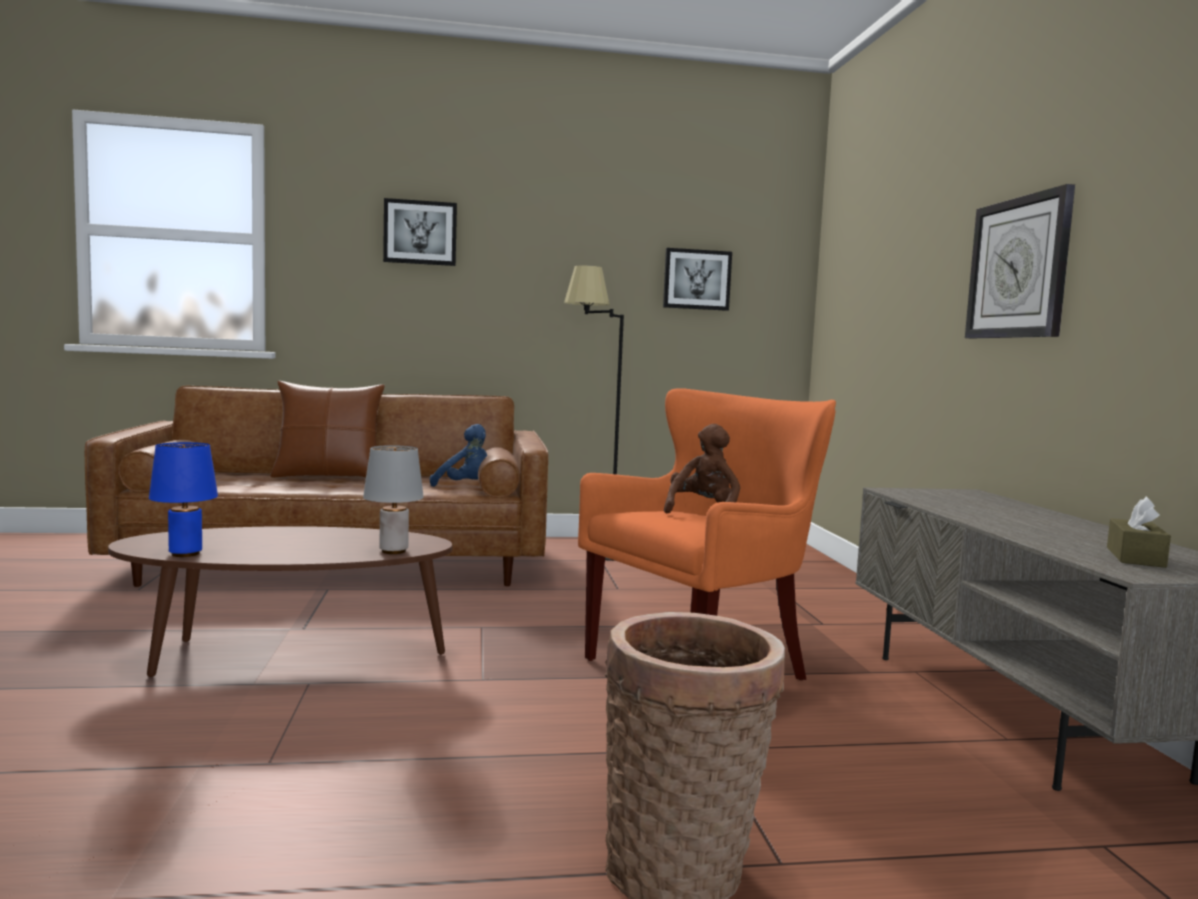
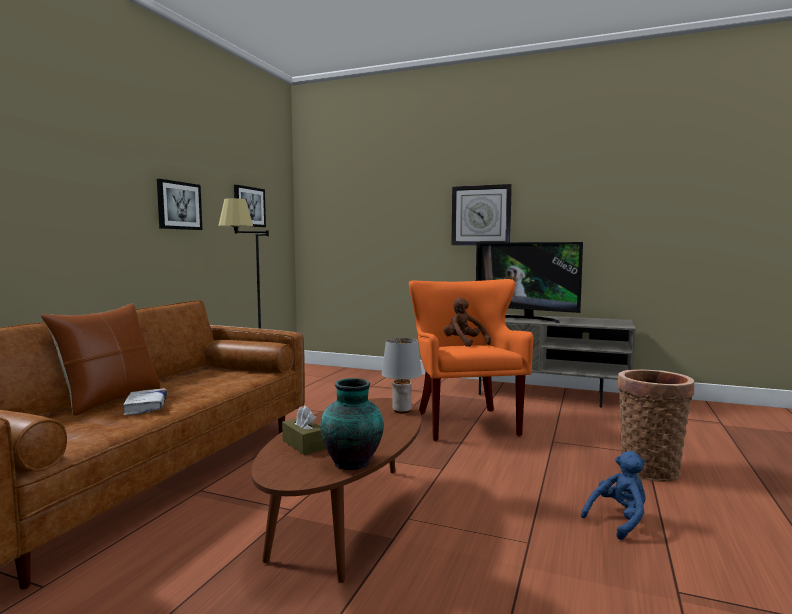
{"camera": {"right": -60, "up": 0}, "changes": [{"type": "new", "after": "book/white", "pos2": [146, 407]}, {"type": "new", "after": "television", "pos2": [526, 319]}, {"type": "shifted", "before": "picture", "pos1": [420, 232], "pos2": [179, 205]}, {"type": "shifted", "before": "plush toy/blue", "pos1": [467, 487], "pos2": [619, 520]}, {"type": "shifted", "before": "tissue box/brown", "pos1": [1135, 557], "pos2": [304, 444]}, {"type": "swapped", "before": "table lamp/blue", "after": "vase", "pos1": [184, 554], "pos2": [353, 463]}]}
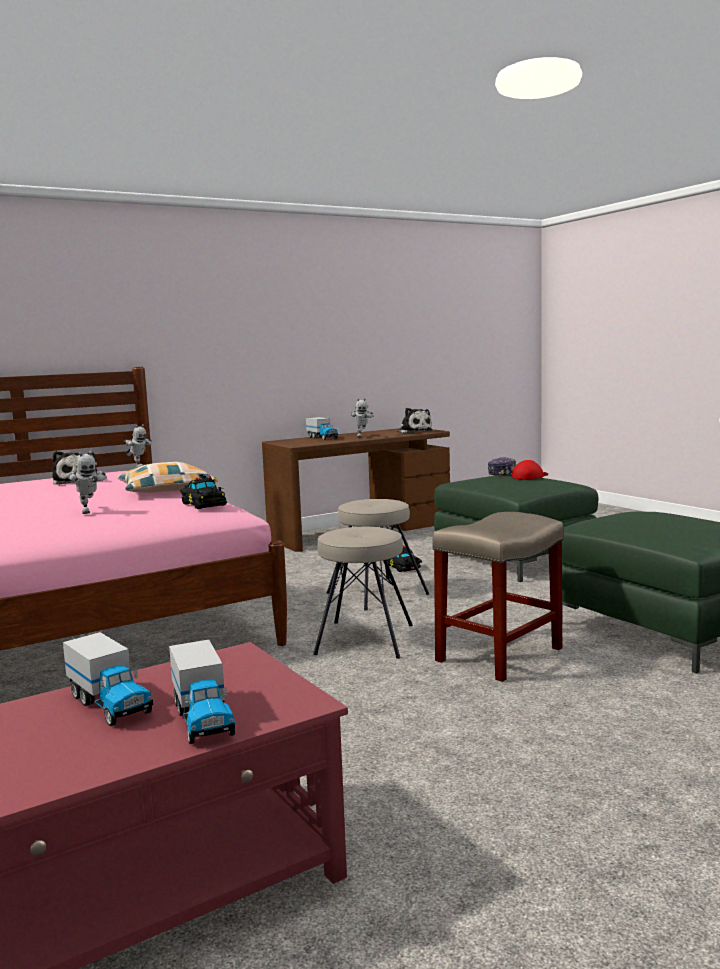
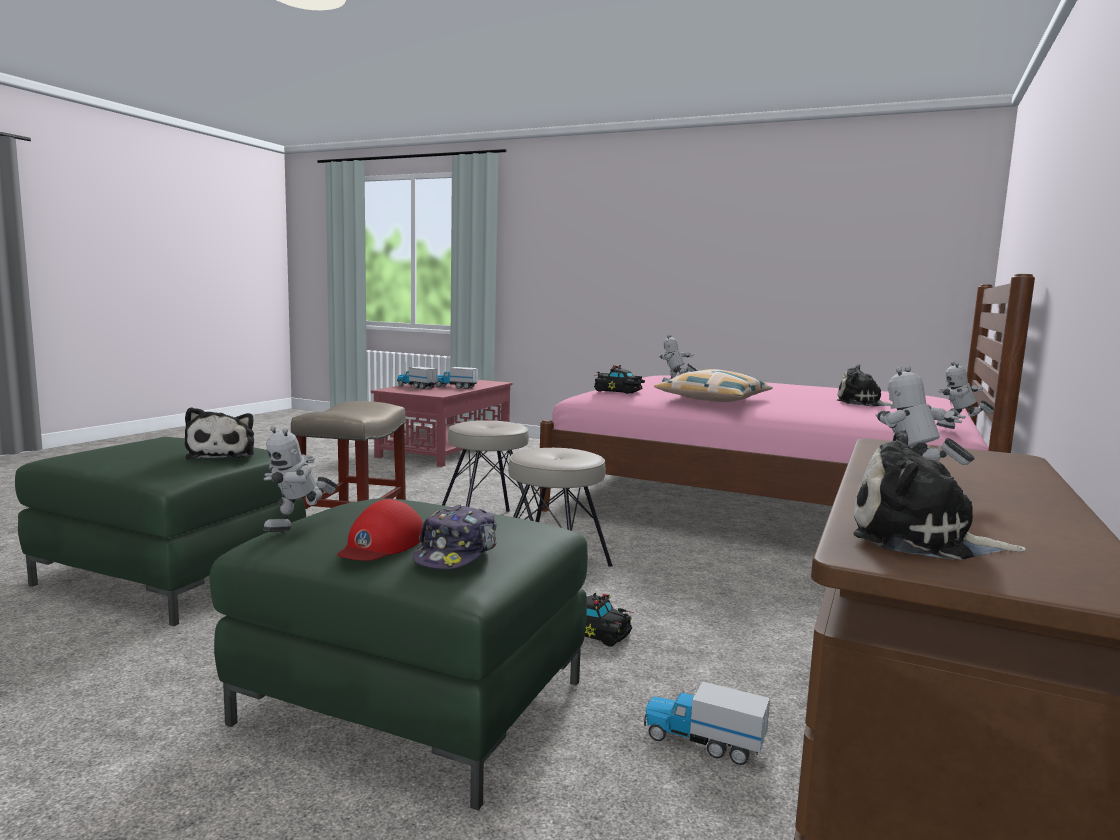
{"camera": {"right": 145, "up": 0}, "changes": [{"type": "new", "after": "plush toy", "pos2": [223, 454]}, {"type": "new", "after": "toy robot", "pos2": [299, 528]}, {"type": "shifted", "before": "toy truck", "pos1": [322, 438], "pos2": [702, 742]}]}
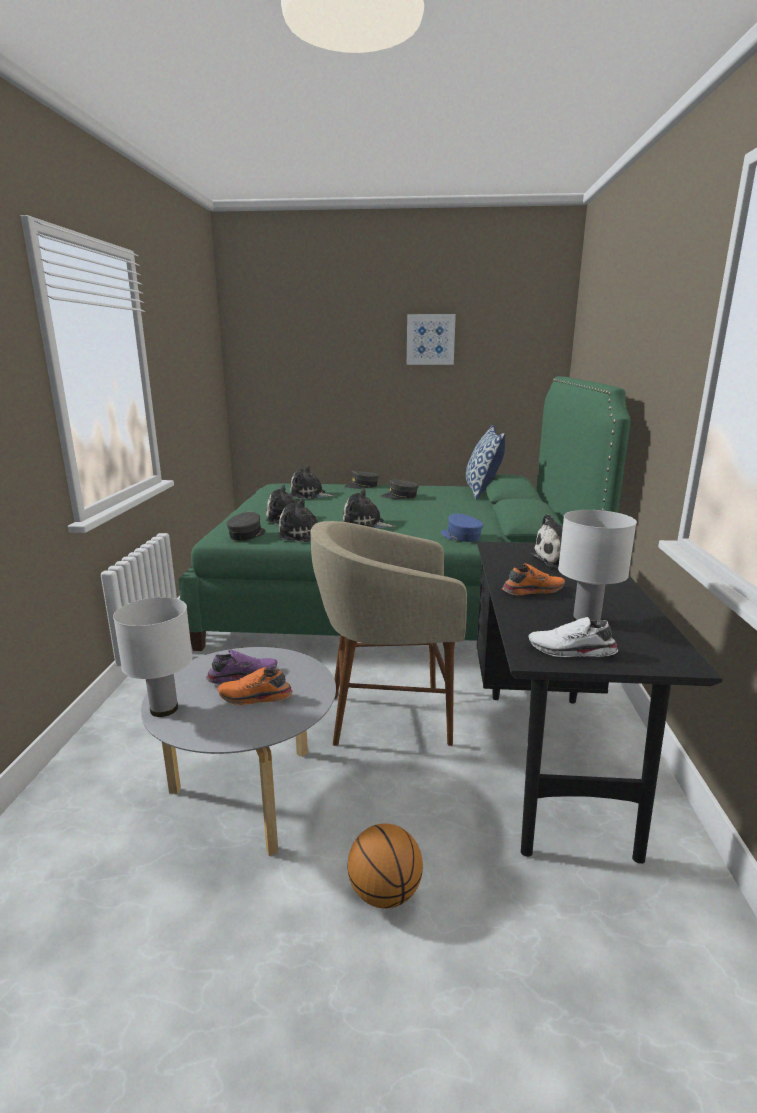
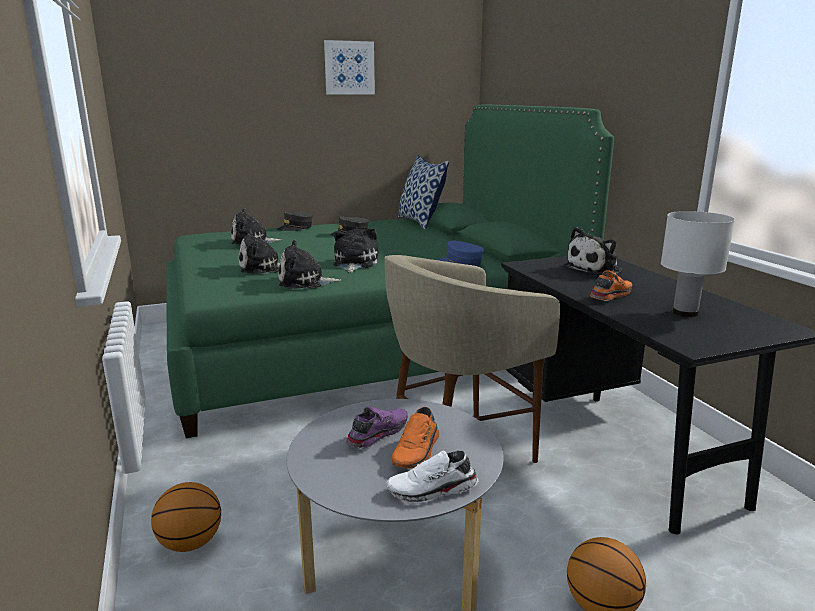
{"camera": {"right": -25, "up": 0}, "changes": [{"type": "gone", "before": "table lamp/white", "pos1": [164, 708]}, {"type": "gone", "before": "cap/grey", "pos1": [247, 535]}, {"type": "new", "after": "basketball", "pos2": [190, 543]}, {"type": "shifted", "before": "shoe/white", "pos1": [571, 651], "pos2": [432, 491]}, {"type": "rotated", "before": "shoe/orange", "pos1": [254, 698], "pos2": [417, 451], "turn": -45}, {"type": "rotated", "before": "plush toy", "pos1": [365, 525], "pos2": [354, 263], "turn": 105}]}
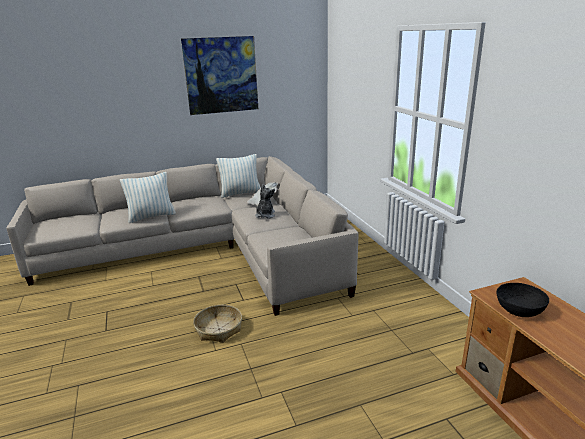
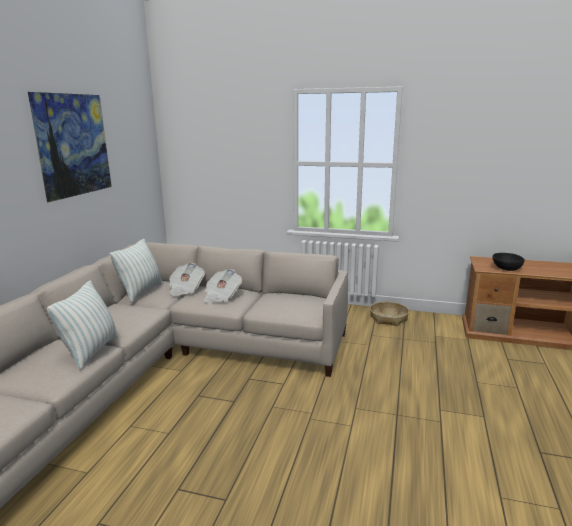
{"camera": {"right": -55, "up": -5}, "changes": [{"type": "shifted", "before": "basket", "pos1": [219, 329], "pos2": [388, 318]}, {"type": "swapped", "before": "plush toy", "after": "newspaper", "pos1": [265, 215], "pos2": [221, 296]}]}
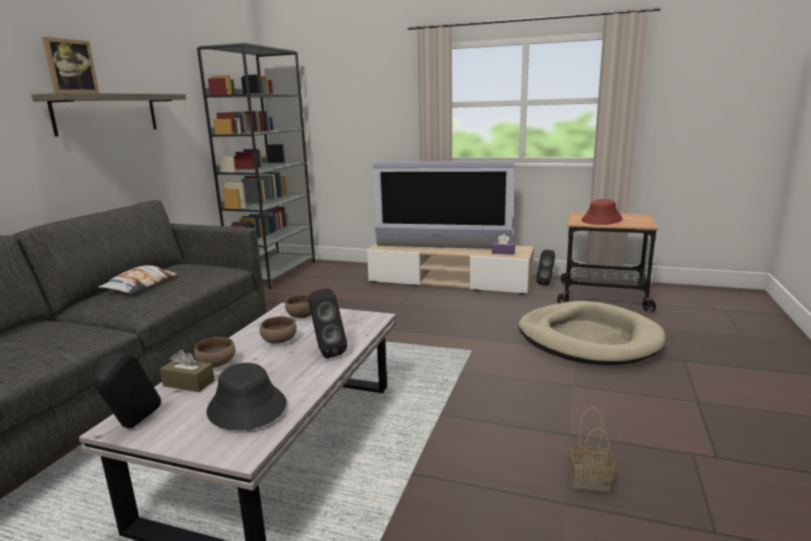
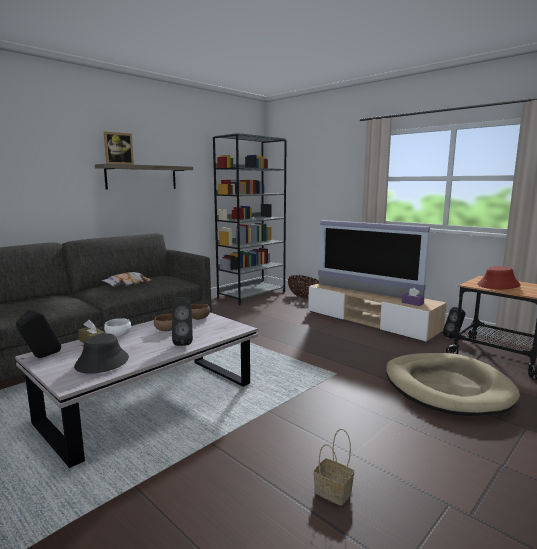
{"camera": {"right": 25, "up": -5}, "changes": [{"type": "new", "after": "basket", "pos2": [303, 297]}, {"type": "repainted", "before": "bowl/brown", "after": "bowl/white", "pos1": [217, 364], "pos2": [119, 335]}]}
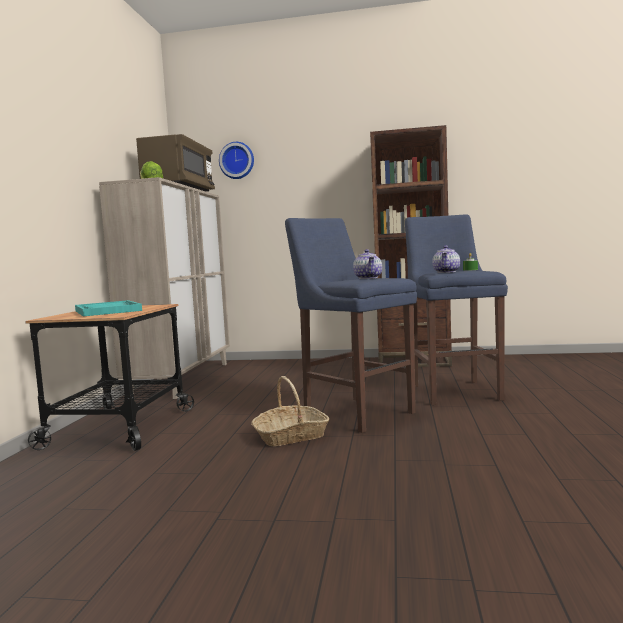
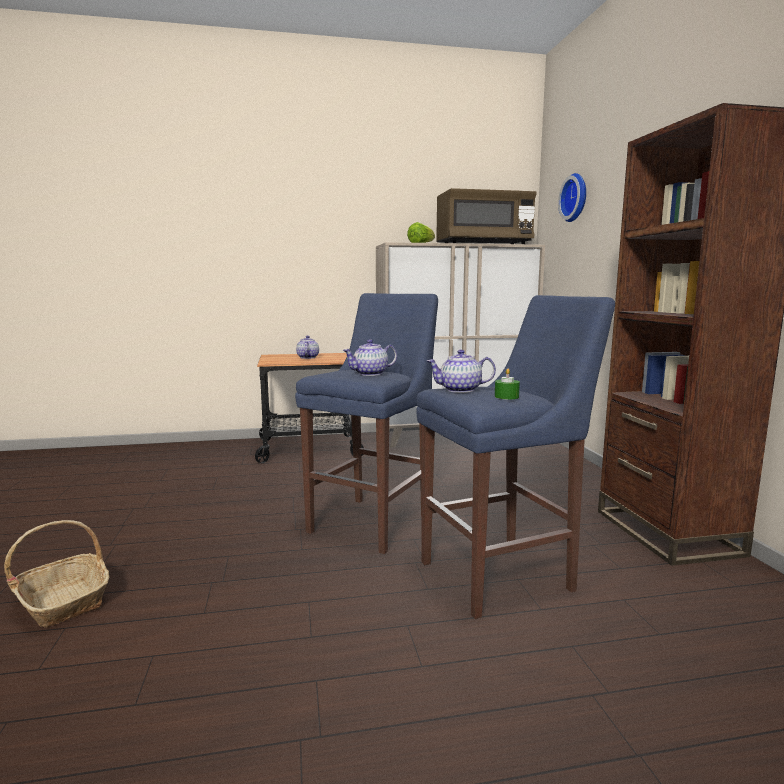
{"camera": {"right": 70, "up": 5}, "changes": [{"type": "shifted", "before": "basket", "pos1": [291, 436], "pos2": [63, 601]}, {"type": "swapped", "before": "tray/turquoise", "after": "teapot", "pos1": [108, 311], "pos2": [307, 357]}]}
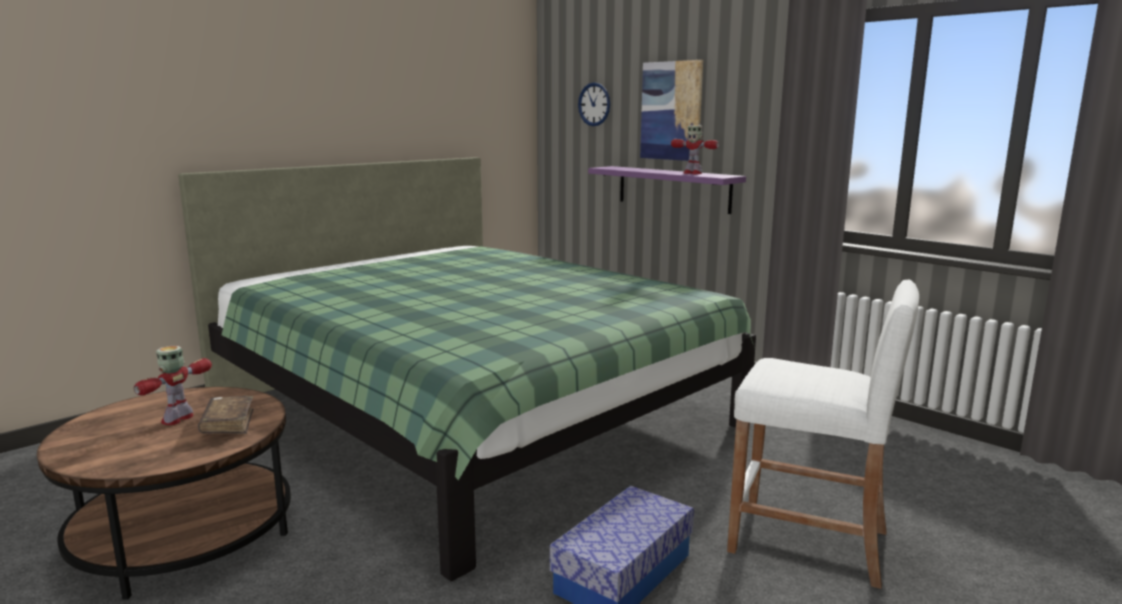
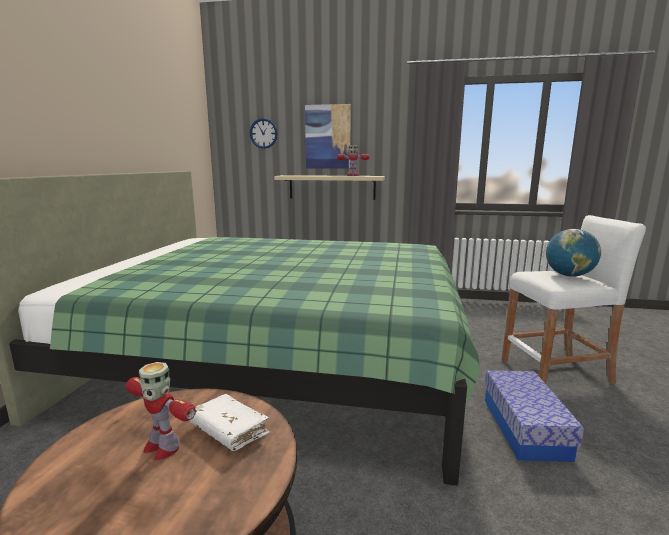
{"camera": {"right": -35, "up": 0}, "changes": [{"type": "new", "after": "globe", "pos2": [569, 276]}, {"type": "repainted", "before": "book/brown", "after": "book/white", "pos1": [228, 424], "pos2": [229, 430]}, {"type": "repainted", "before": "shelf/purple", "after": "shelf/beige", "pos1": [673, 189], "pos2": [332, 187]}, {"type": "rotated", "before": "toy robot", "pos1": [178, 419], "pos2": [162, 447], "turn": -45}]}
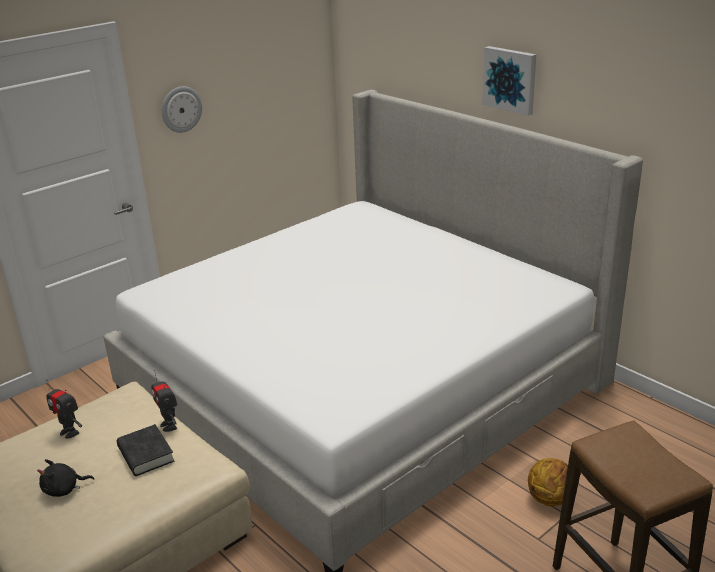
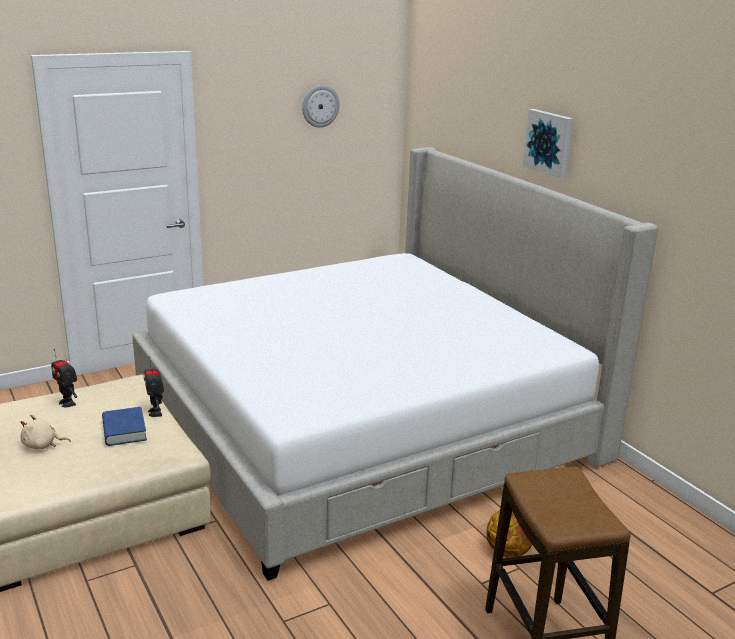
{"camera": {"right": 10, "up": -5}, "changes": [{"type": "shifted", "before": "wall clock", "pos1": [181, 109], "pos2": [320, 106]}, {"type": "repainted", "before": "plush toy/black", "after": "plush toy/beige", "pos1": [64, 489], "pos2": [42, 445]}, {"type": "repainted", "before": "book/black", "after": "book/blue", "pos1": [146, 454], "pos2": [124, 431]}]}
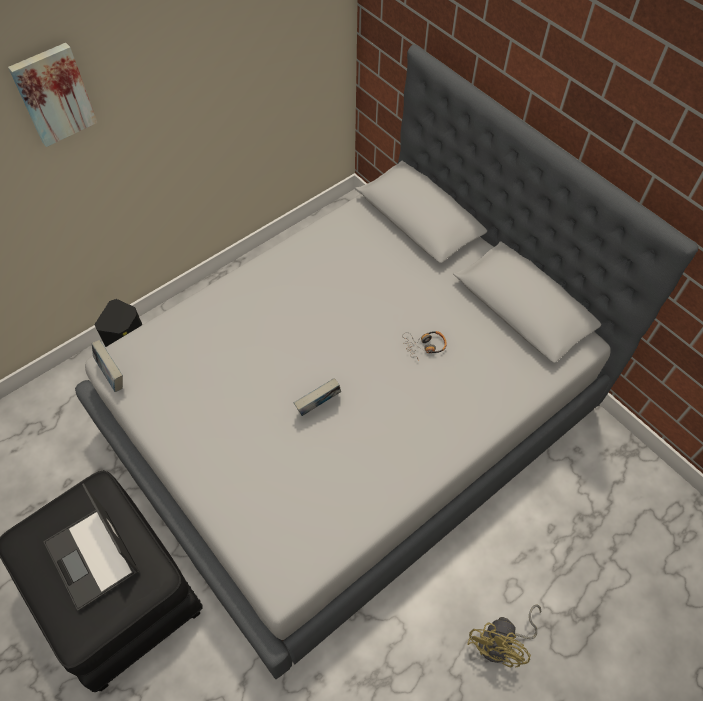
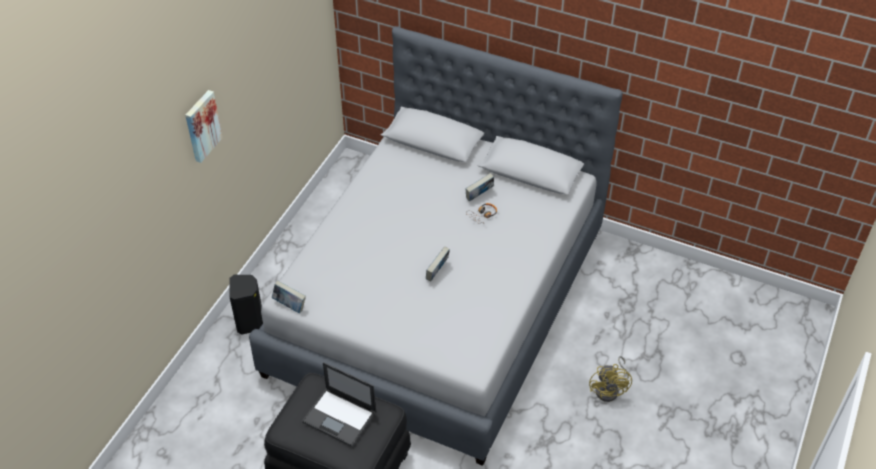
{"camera": {"right": -25, "up": -10}, "changes": [{"type": "new", "after": "book", "pos2": [479, 196]}]}
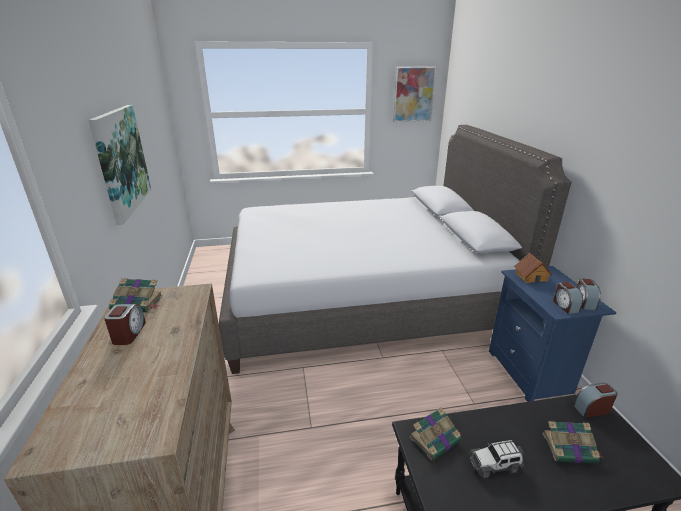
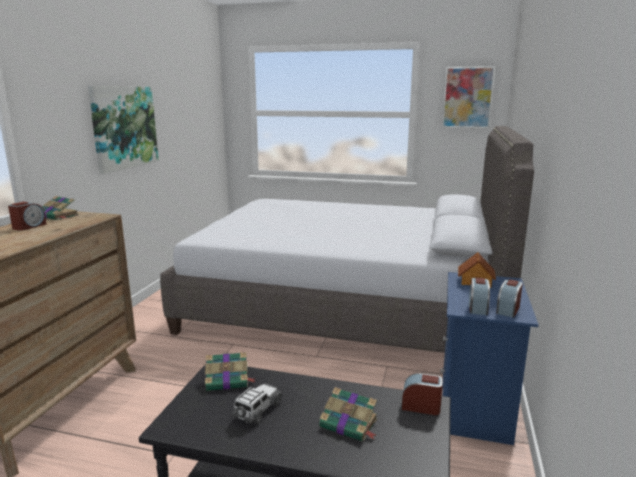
{"camera": {"right": 25, "up": -10}, "changes": [{"type": "rotated", "before": "toy car", "pos1": [495, 464], "pos2": [257, 410], "turn": 105}]}
